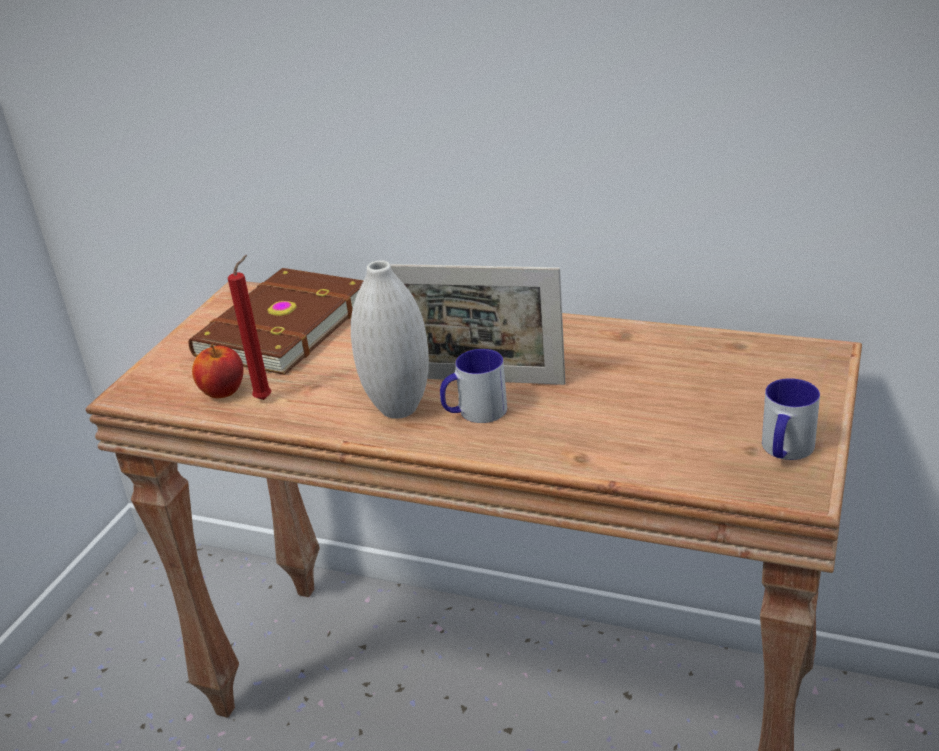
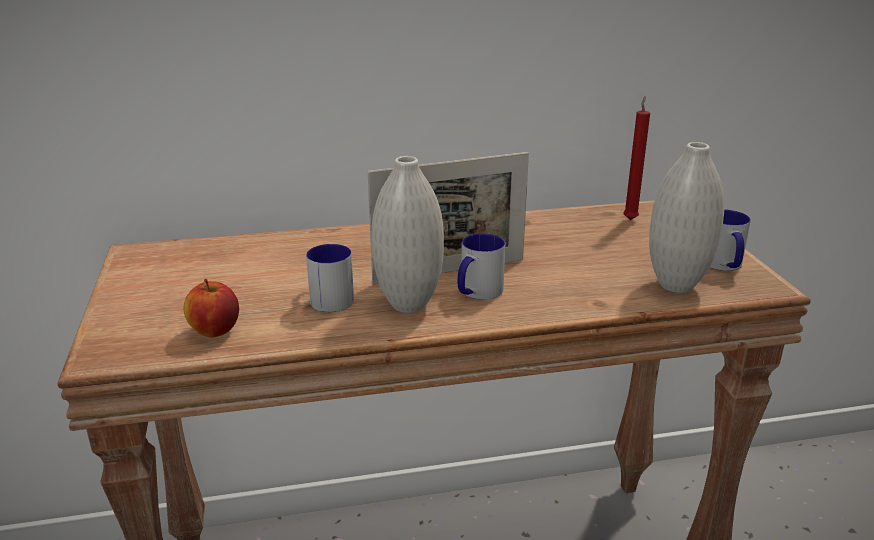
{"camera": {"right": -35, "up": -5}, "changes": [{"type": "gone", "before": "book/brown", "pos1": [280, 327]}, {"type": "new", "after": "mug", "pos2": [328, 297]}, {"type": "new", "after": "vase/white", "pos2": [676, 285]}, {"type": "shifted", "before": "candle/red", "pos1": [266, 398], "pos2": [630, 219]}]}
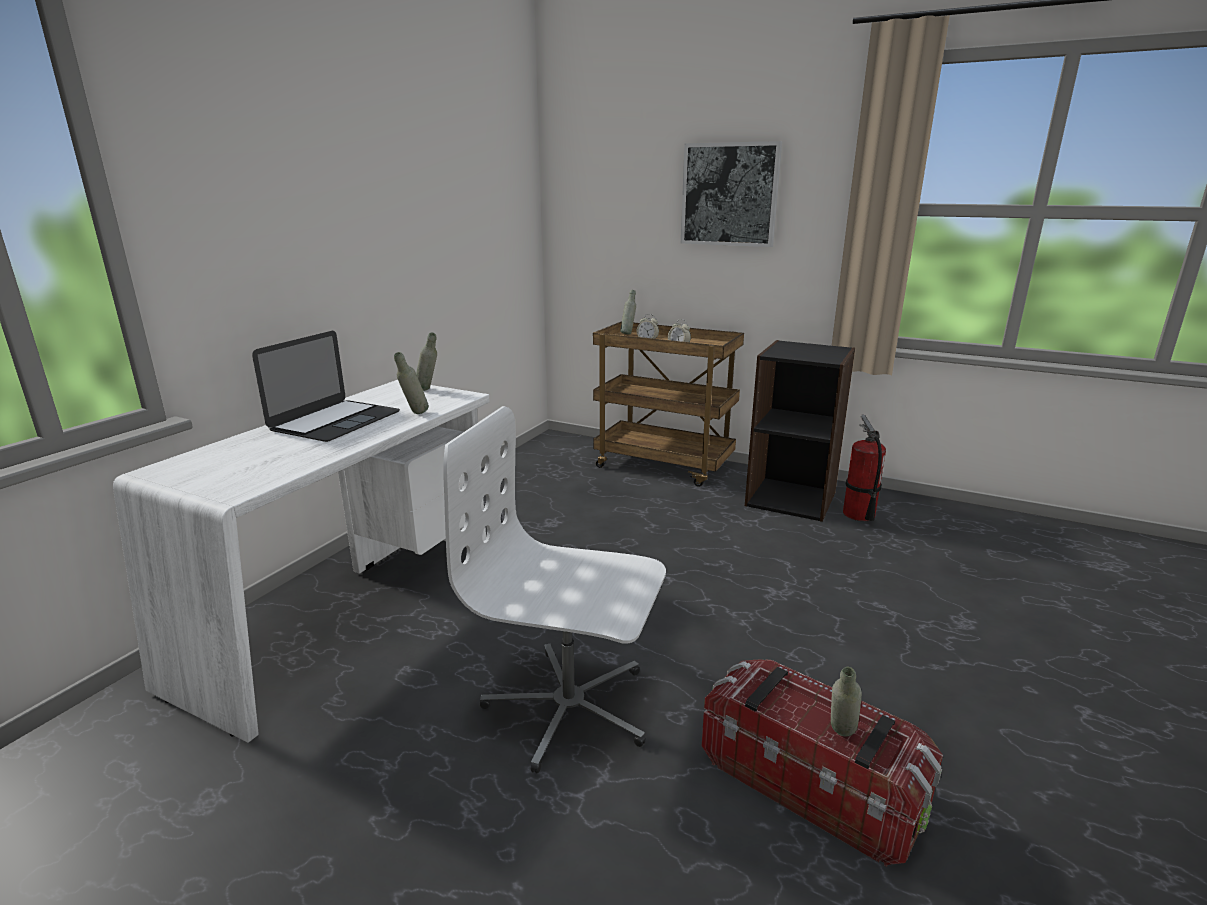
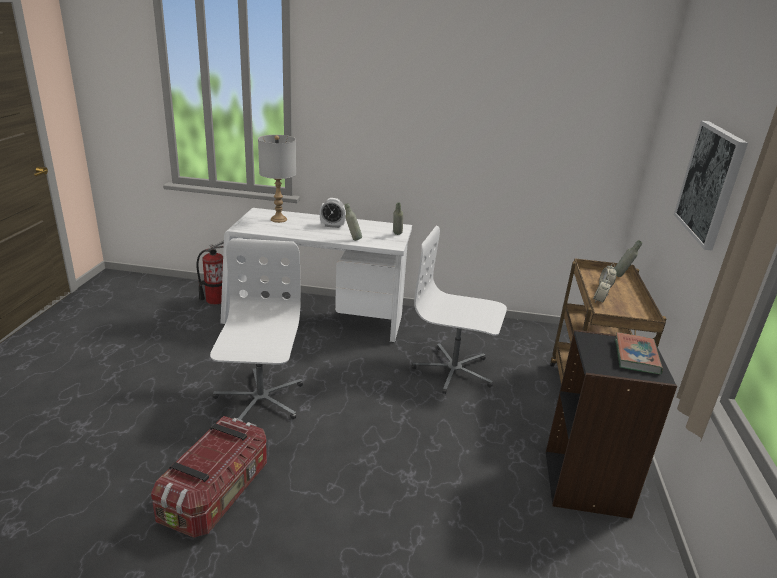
{"camera": {"right": 70, "up": 5}, "changes": [{"type": "gone", "before": "bottle/grey", "pos1": [840, 737]}, {"type": "new", "after": "table lamp/grey", "pos2": [278, 219]}, {"type": "new", "after": "office chair/white", "pos2": [454, 371]}, {"type": "new", "after": "book", "pos2": [636, 357]}, {"type": "shifted", "before": "fire extinguisher", "pos1": [858, 514], "pos2": [215, 300]}, {"type": "swapped", "before": "laptop", "after": "alarm clock", "pos1": [335, 421], "pos2": [332, 226]}]}
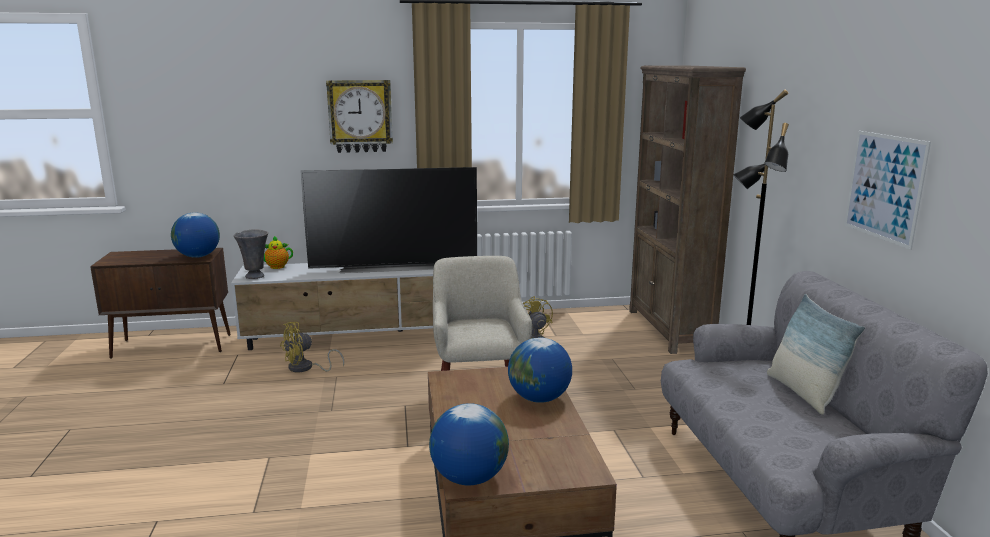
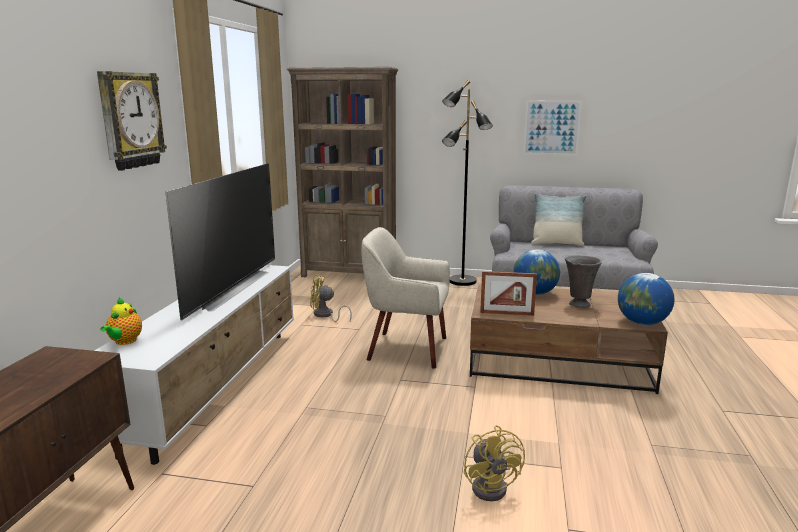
{"camera": {"right": -70, "up": 0}, "changes": [{"type": "gone", "before": "globe", "pos1": [198, 256]}, {"type": "new", "after": "picture frame", "pos2": [507, 313]}, {"type": "shifted", "before": "vase/grey", "pos1": [255, 276], "pos2": [578, 304]}, {"type": "shifted", "before": "fan/yellow", "pos1": [305, 368], "pos2": [492, 486]}]}
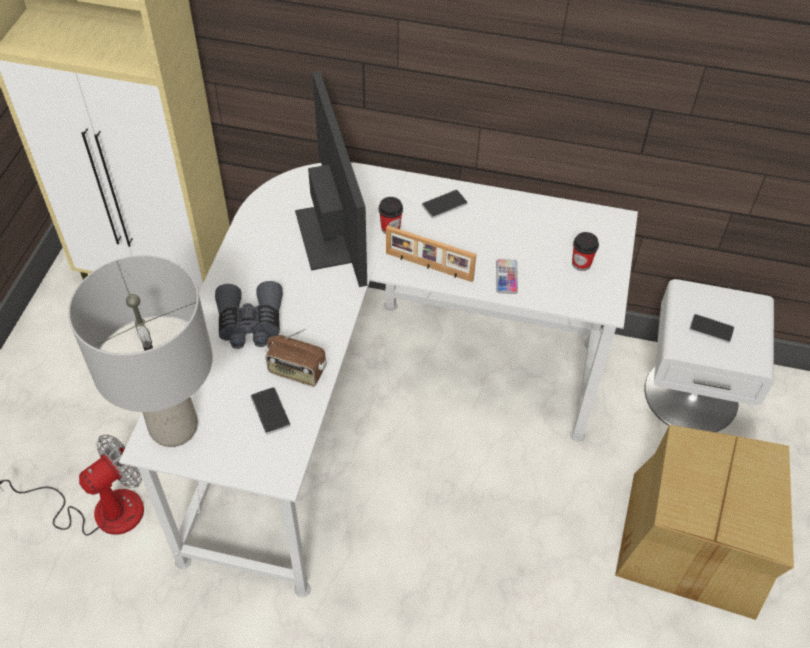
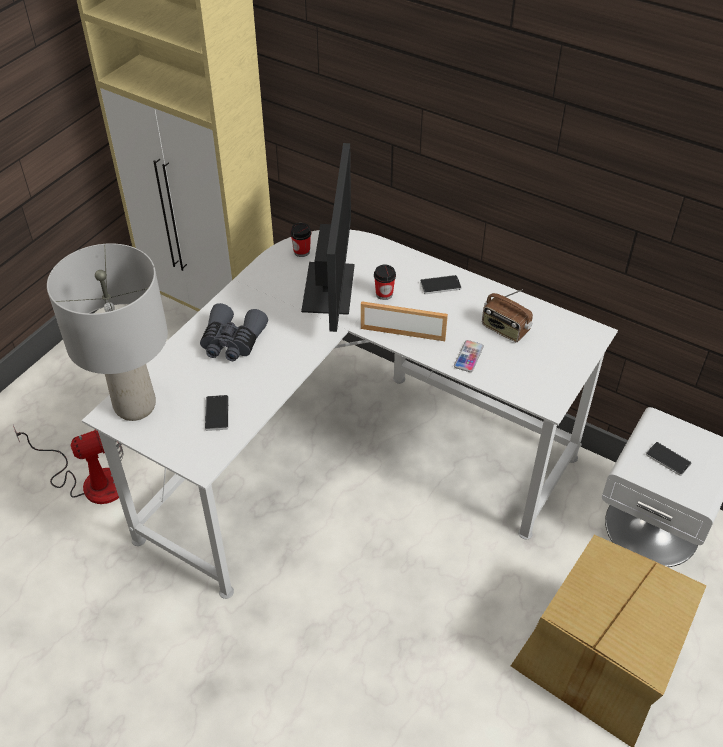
{"camera": {"right": 20, "up": -5}, "changes": [{"type": "shifted", "before": "radio", "pos1": [297, 372], "pos2": [504, 329]}, {"type": "shifted", "before": "cup", "pos1": [581, 263], "pos2": [301, 251]}, {"type": "rotated", "before": "picture frame", "pos1": [428, 267], "pos2": [403, 332], "turn": 150}]}
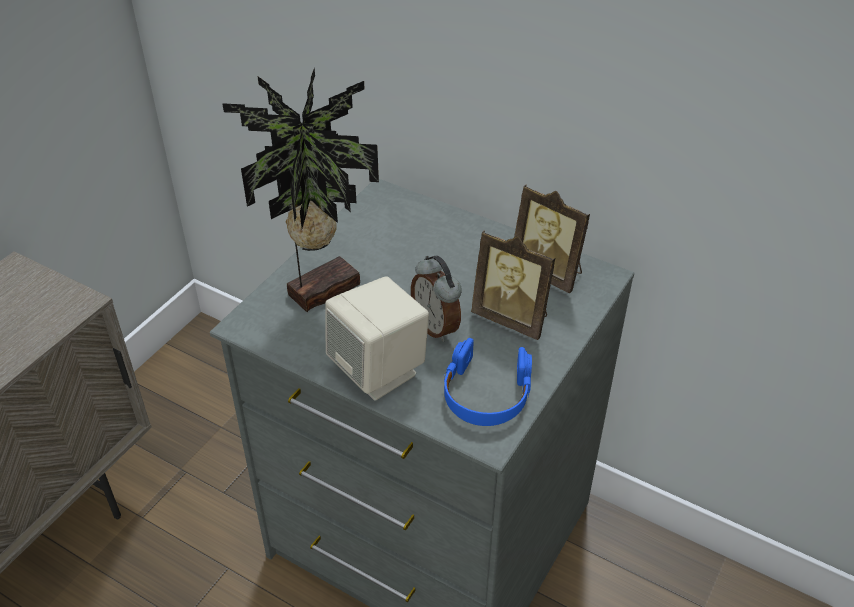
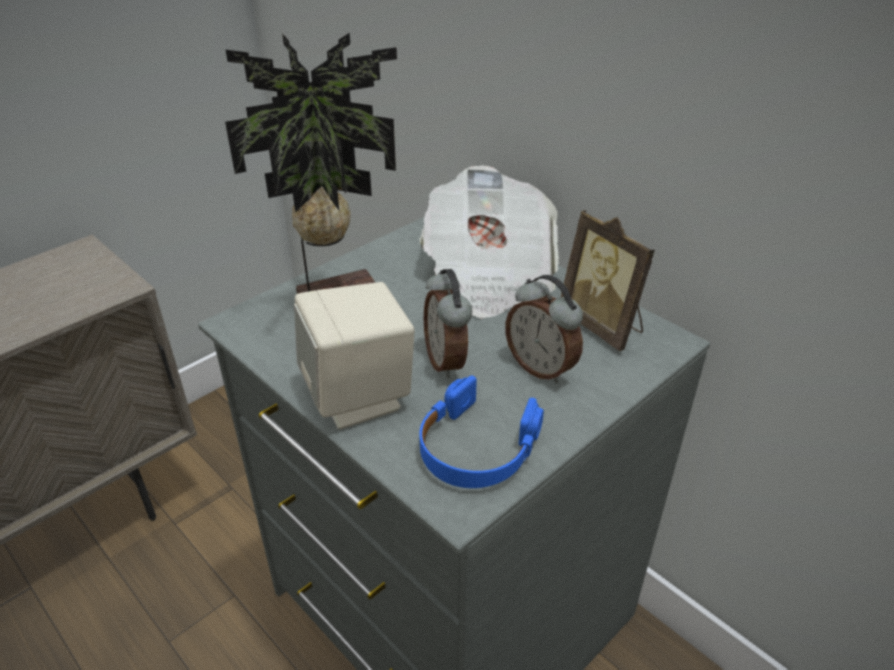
{"camera": {"right": 15, "up": -5}, "changes": [{"type": "new", "after": "newspaper", "pos2": [489, 274]}, {"type": "swapped", "before": "picture frame", "after": "alarm clock", "pos1": [512, 318], "pos2": [541, 367]}]}
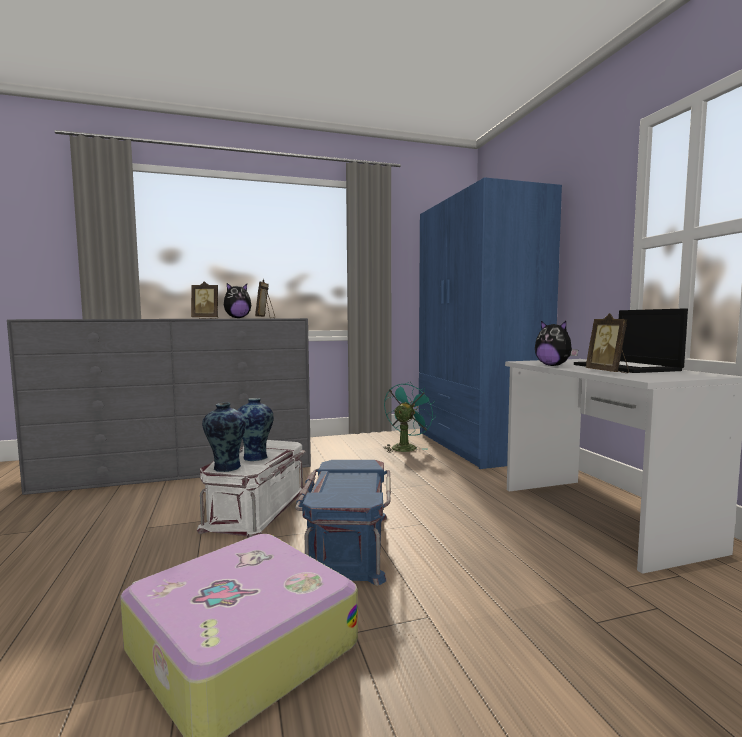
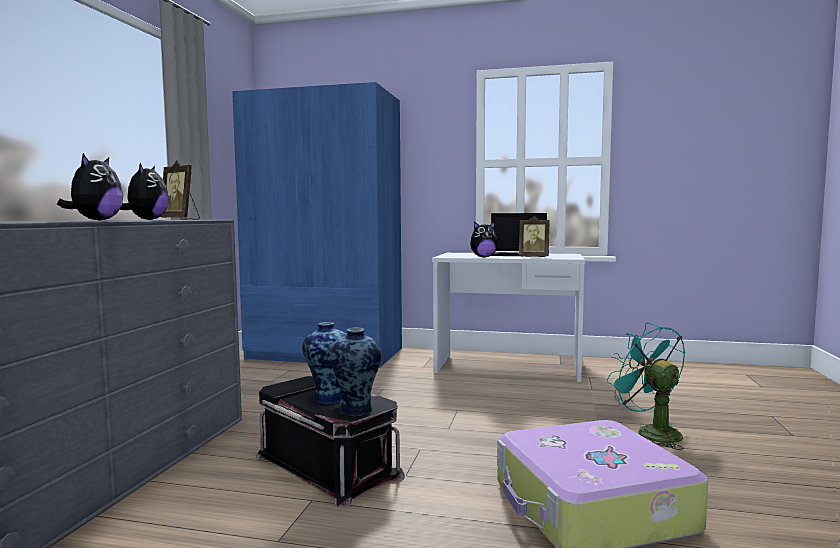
{"camera": {"right": -60, "up": 0}, "changes": [{"type": "gone", "before": "picture frame", "pos1": [206, 318]}, {"type": "gone", "before": "storage box/blue", "pos1": [346, 544]}, {"type": "new", "after": "plush toy", "pos2": [96, 220]}, {"type": "shifted", "before": "fan/turquoise", "pos1": [405, 447], "pos2": [650, 432]}, {"type": "repainted", "before": "storage box/white", "after": "storage box/black", "pos1": [258, 510], "pos2": [329, 465]}]}
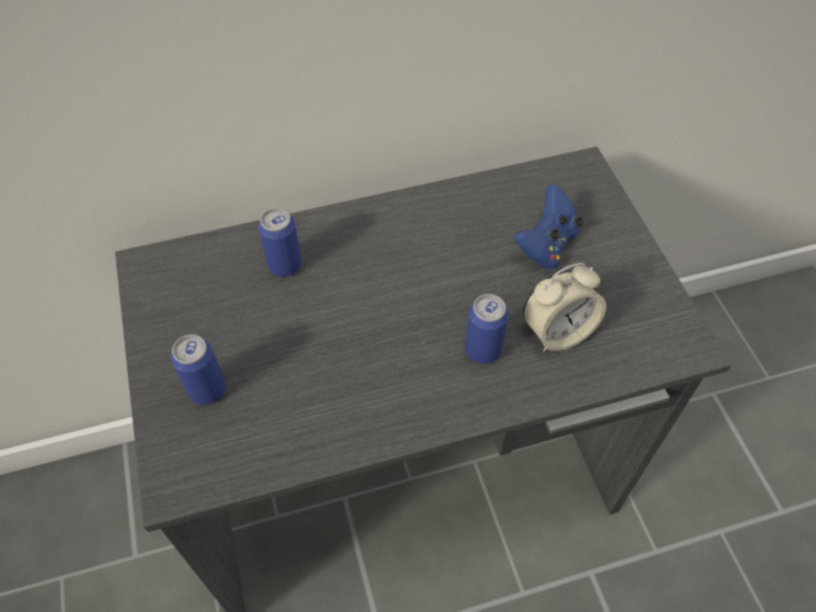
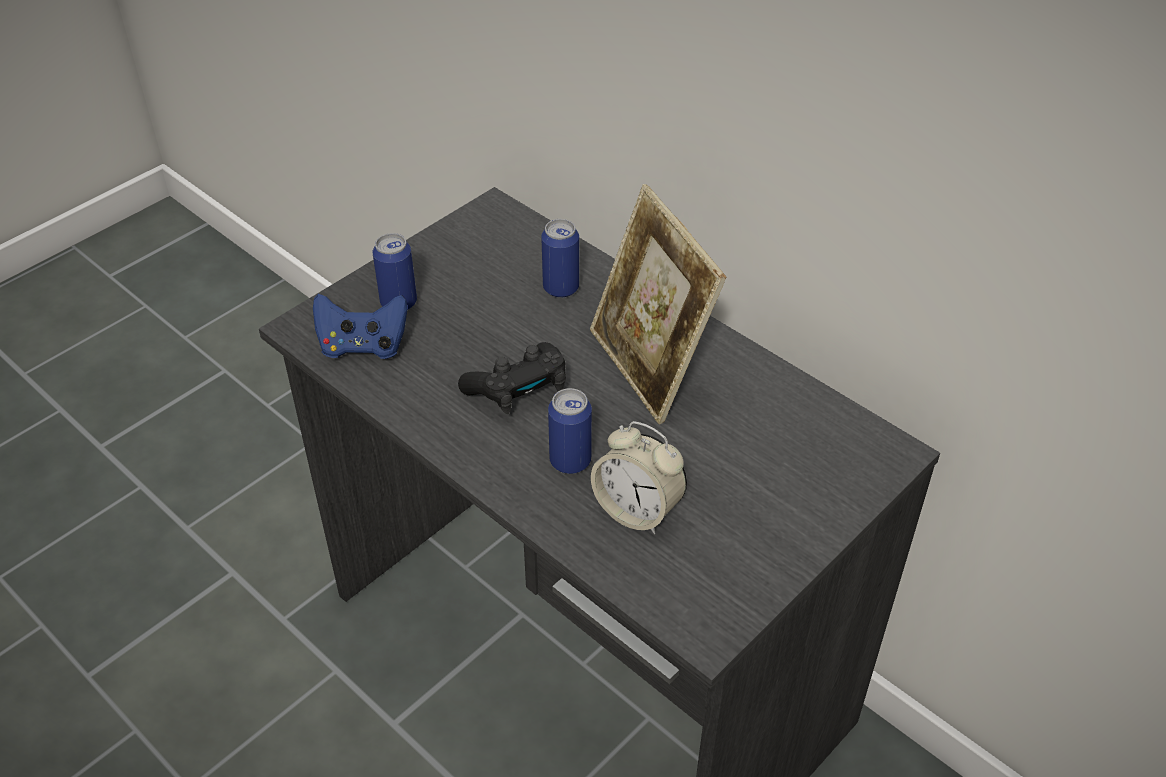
{"camera": {"right": 60, "up": -10}, "changes": [{"type": "new", "after": "game controller/black", "pos2": [519, 390]}, {"type": "new", "after": "picture frame", "pos2": [649, 368]}, {"type": "shifted", "before": "game controller/blue", "pos1": [546, 245], "pos2": [363, 346]}]}
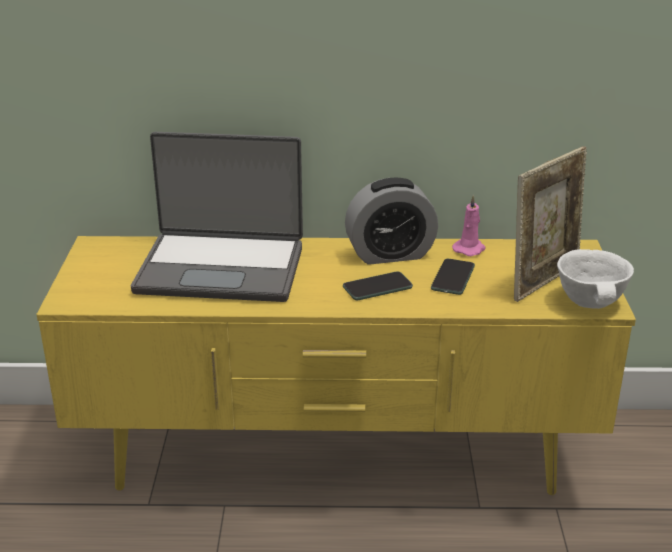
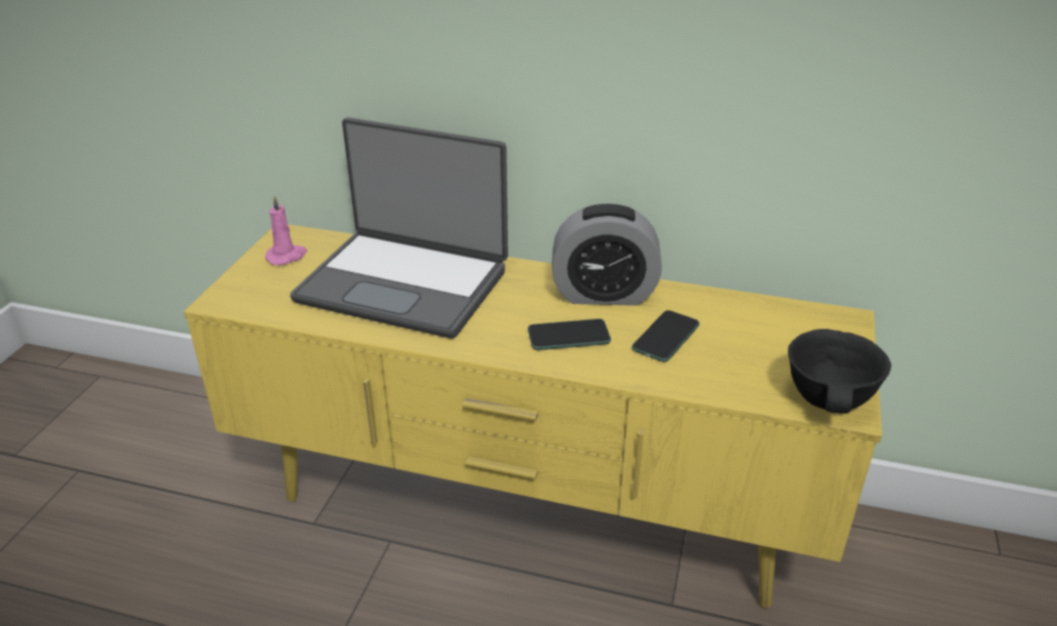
{"camera": {"right": 15, "up": 5}, "changes": [{"type": "gone", "before": "picture frame", "pos1": [543, 280]}, {"type": "shifted", "before": "candle/pink", "pos1": [469, 249], "pos2": [287, 256]}, {"type": "repainted", "before": "bowl/white", "after": "bowl/black", "pos1": [592, 303], "pos2": [830, 402]}]}
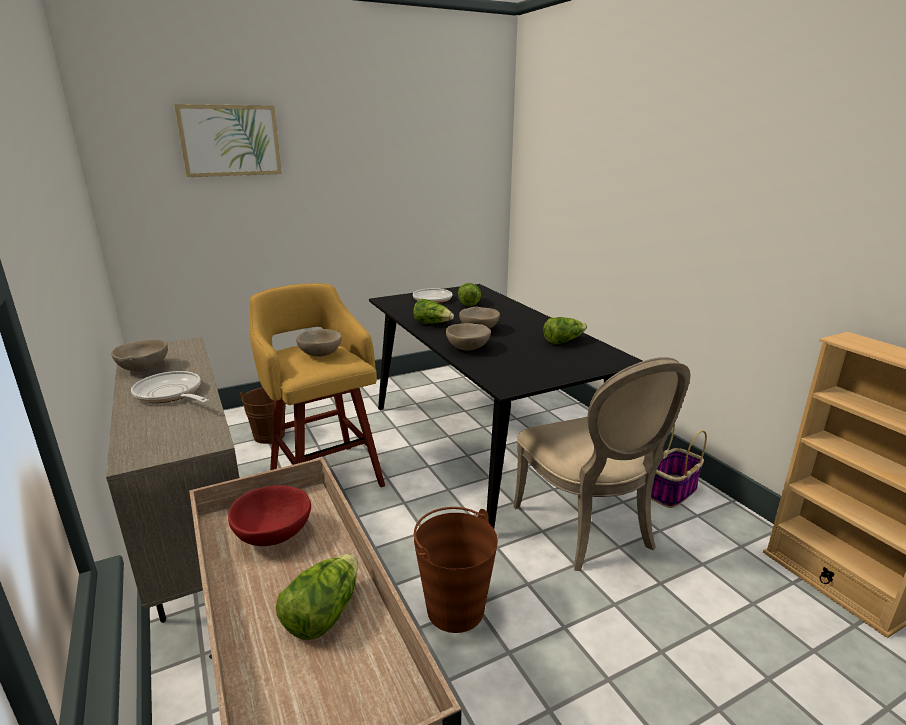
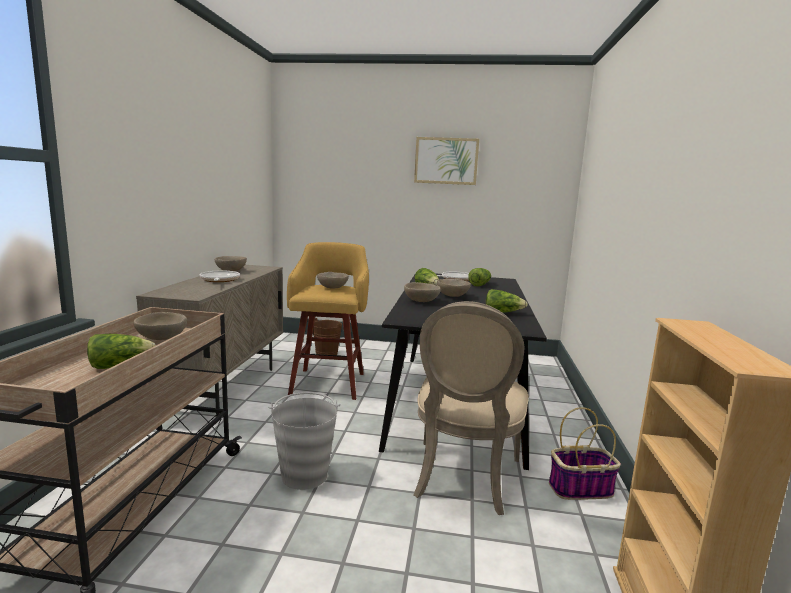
{"camera": {"right": 35, "up": -10}, "changes": [{"type": "shifted", "before": "picture", "pos1": [230, 140], "pos2": [446, 161]}, {"type": "repainted", "before": "bowl/red", "after": "bowl/beige", "pos1": [273, 535], "pos2": [161, 338]}, {"type": "repainted", "before": "bucket/brown", "after": "bucket/grey", "pos1": [455, 608], "pos2": [304, 475]}]}
